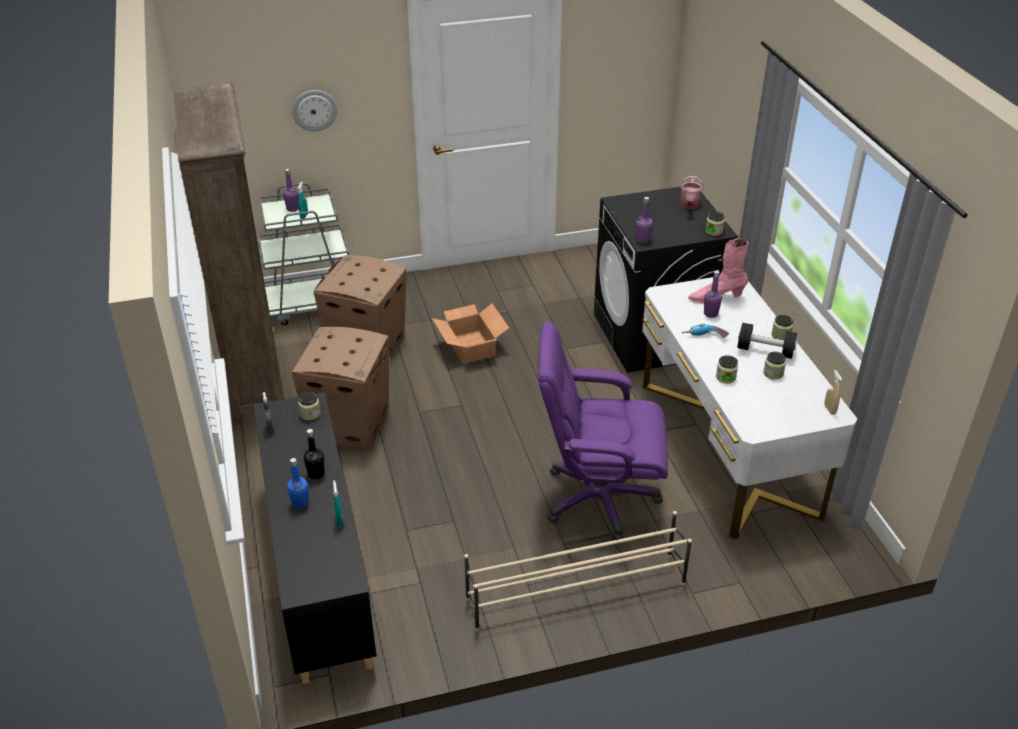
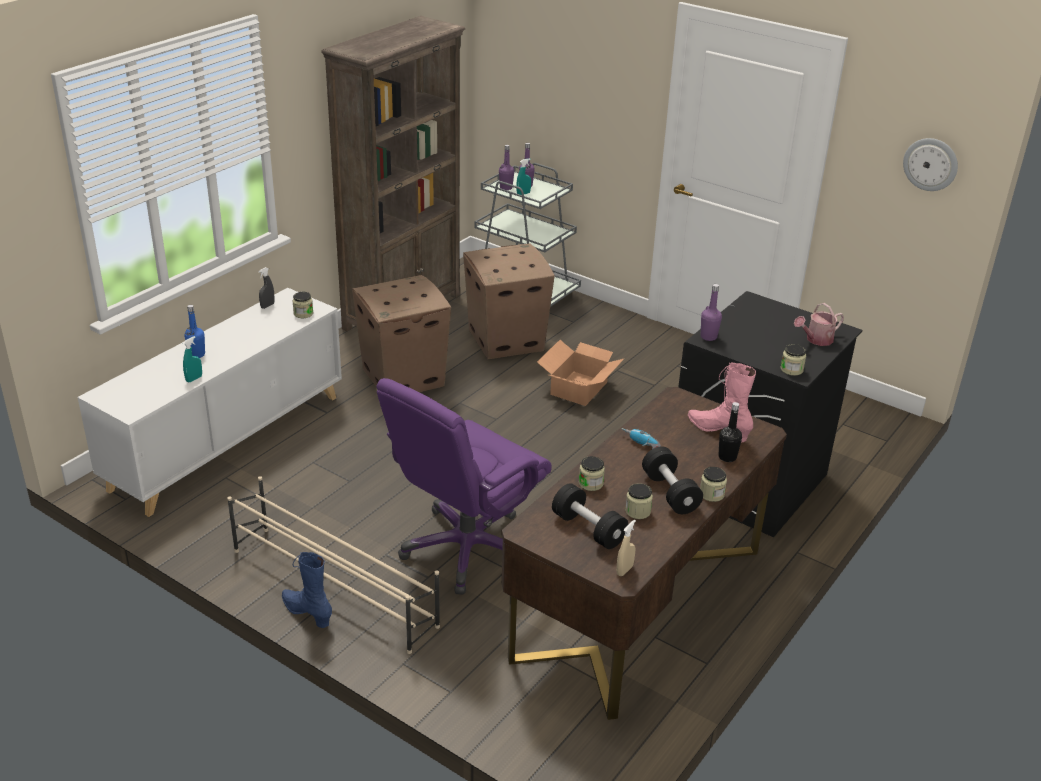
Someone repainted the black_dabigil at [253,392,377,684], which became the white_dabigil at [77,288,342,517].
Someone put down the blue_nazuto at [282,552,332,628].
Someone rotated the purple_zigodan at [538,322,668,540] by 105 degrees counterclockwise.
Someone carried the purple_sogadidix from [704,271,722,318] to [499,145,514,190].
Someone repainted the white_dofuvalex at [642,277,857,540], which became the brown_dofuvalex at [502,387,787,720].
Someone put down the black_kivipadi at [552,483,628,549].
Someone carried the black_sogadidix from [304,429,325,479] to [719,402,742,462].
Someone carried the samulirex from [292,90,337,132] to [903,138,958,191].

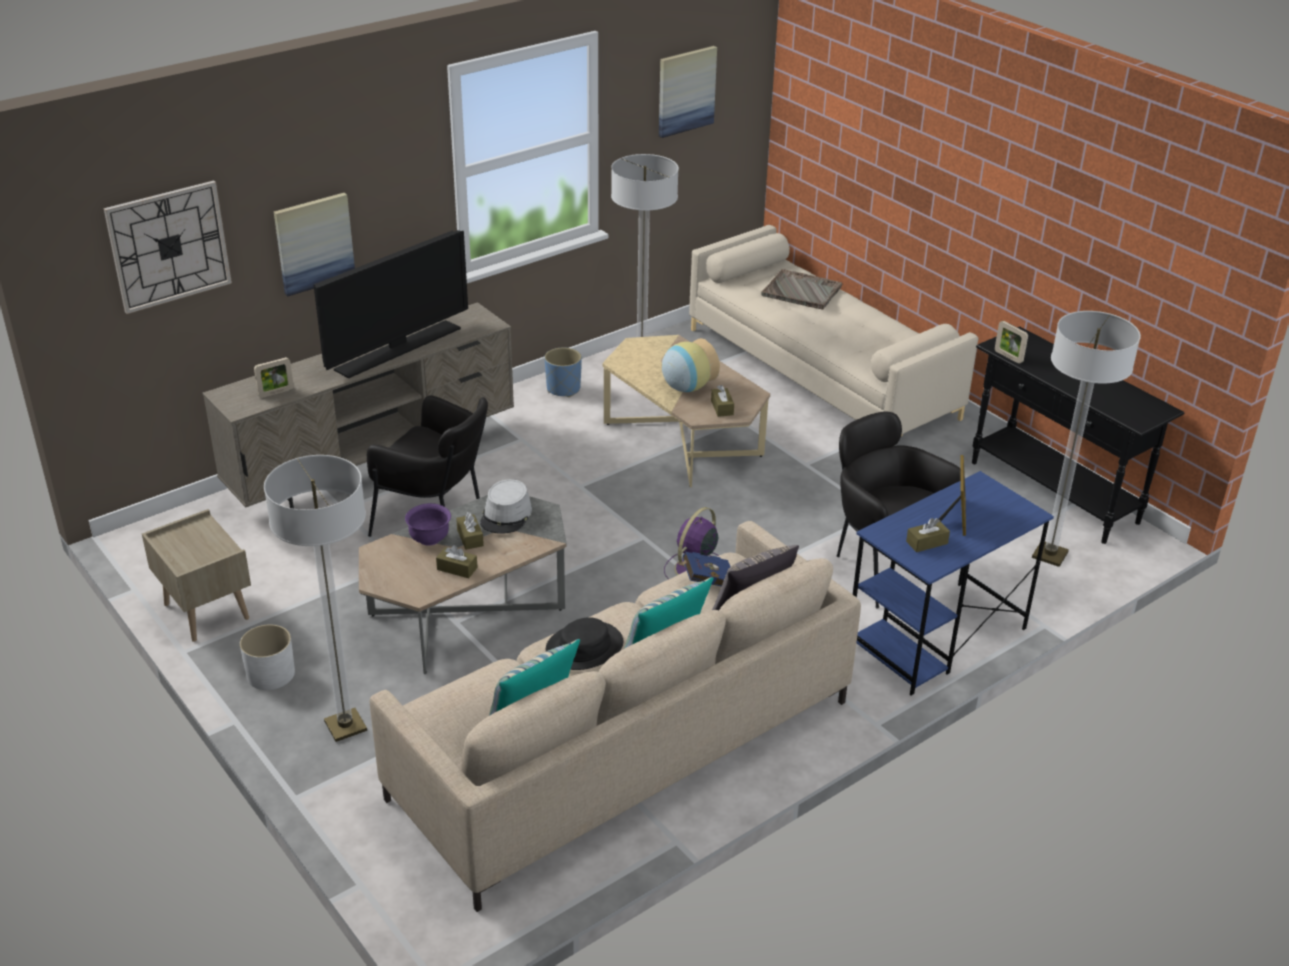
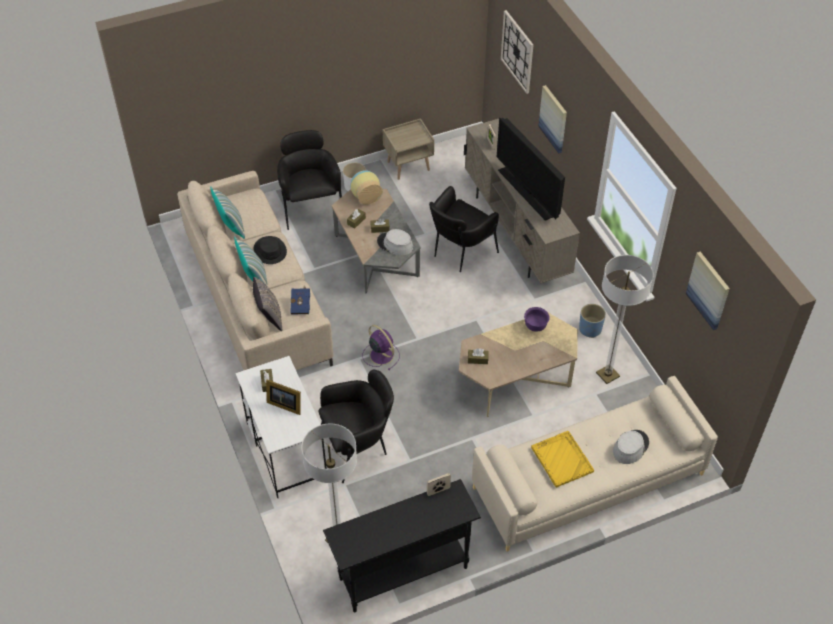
Someone repainted the blue_dofuvalex at [853,471,1054,696], which became the white_dofuvalex at [236,356,327,499].
Someone swapped the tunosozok at [264,455,367,742] for the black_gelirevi at [277,130,342,230].
Someone carried the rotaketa from [662,338,720,392] to [351,170,383,205].
Someone carried the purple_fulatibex from [405,503,451,546] to [524,307,550,332].
Someone put down the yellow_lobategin at [531,431,594,487].
Someone swapped the grey_lobategin at [761,269,842,310] for the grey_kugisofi at [613,430,649,464].

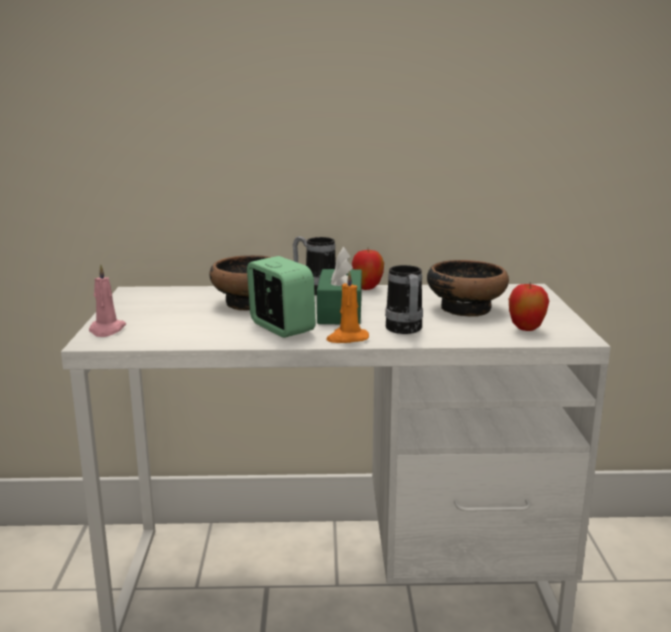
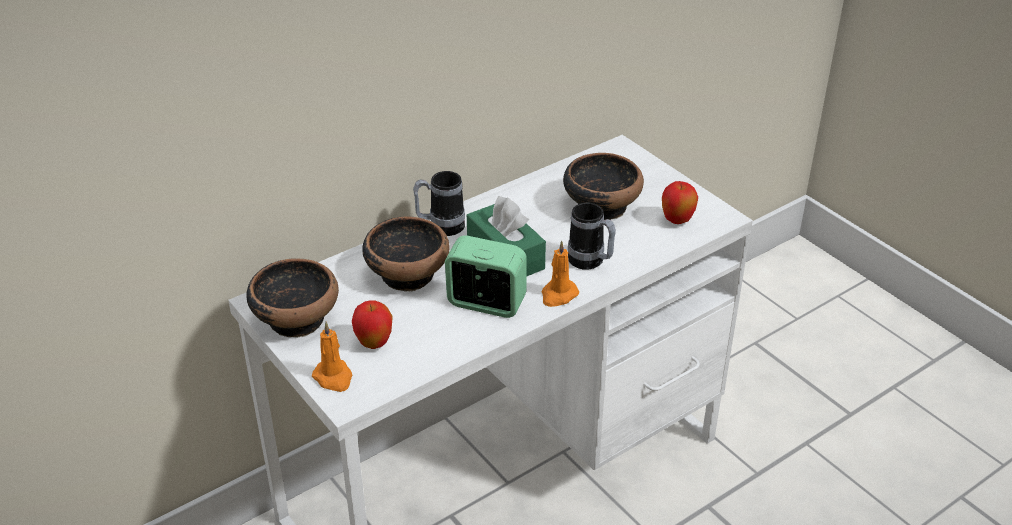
Someone put down the fulatibex at [246,258,339,338].
Someone repainted the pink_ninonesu at [89,264,126,337], which became the orange_ninonesu at [312,322,352,392].
Someone carried the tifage from [352,250,384,290] to [352,300,393,349].

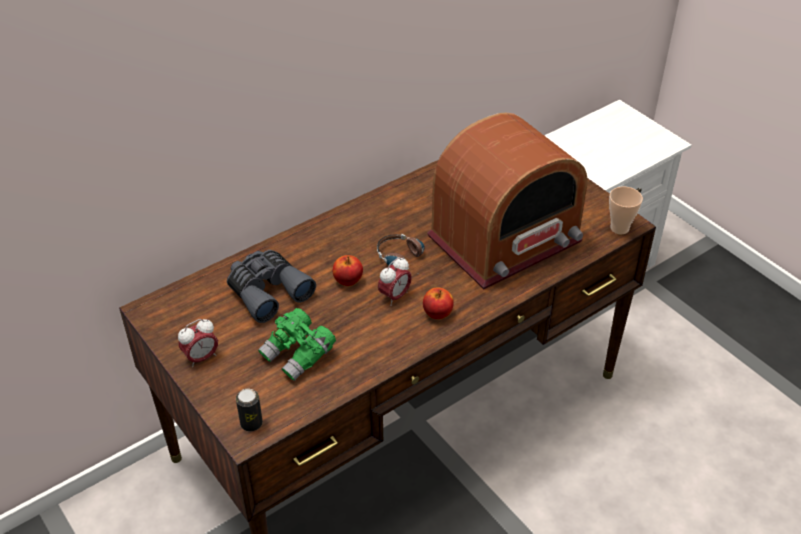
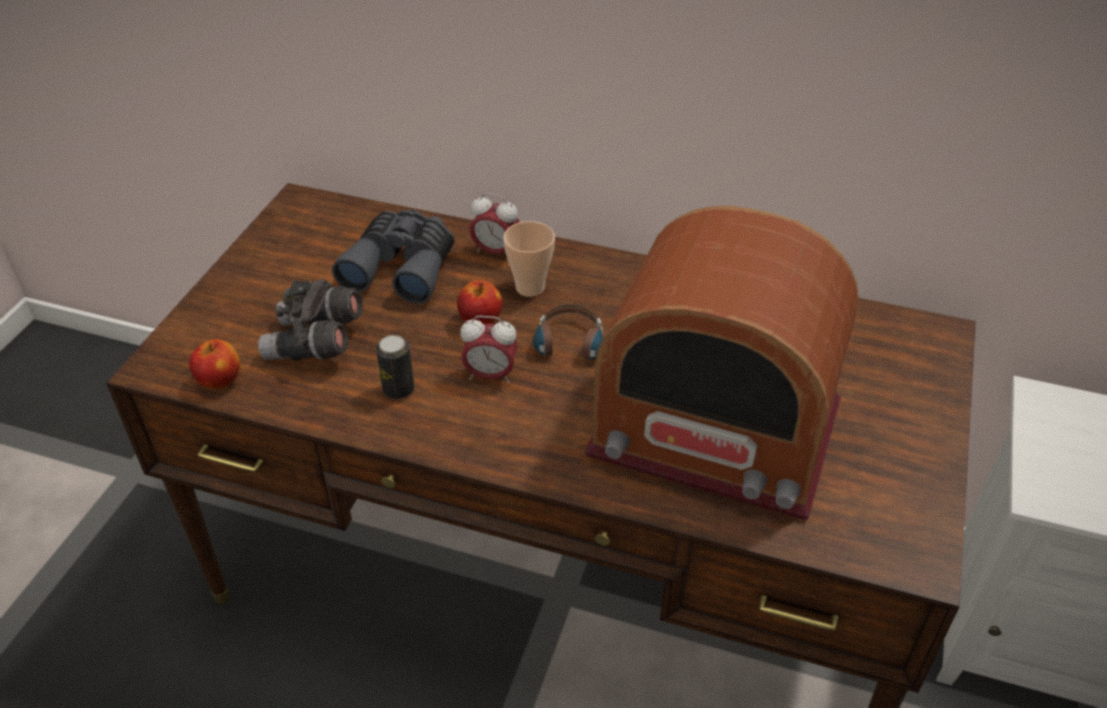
Someone carried the tifage from [423,287,454,319] to [189,339,240,389].
Someone repainted the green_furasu at [258,308,336,381], which became the grey_furasu at [258,279,363,360].
Someone carried the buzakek from [236,389,263,431] to [376,335,414,399].
Someone carried the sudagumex from [178,319,218,368] to [469,193,520,254].
Someone carried the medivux from [609,186,643,234] to [503,221,555,297].

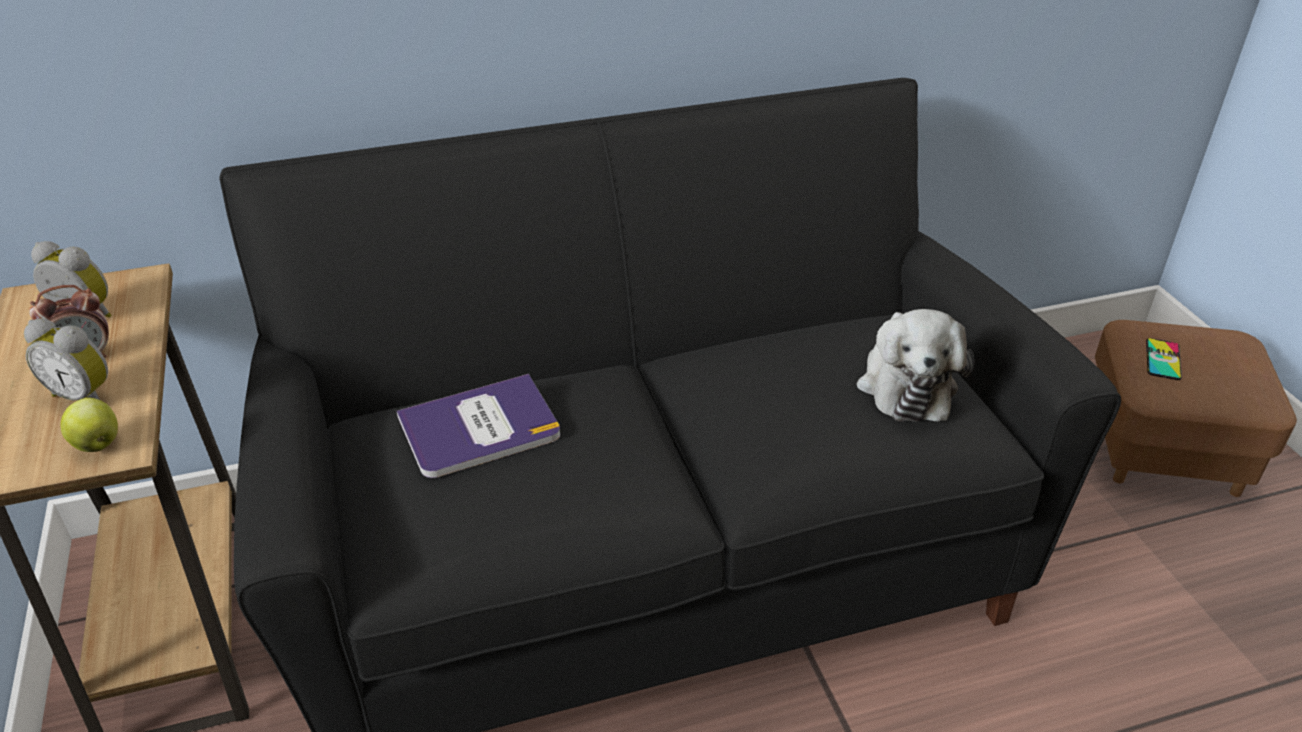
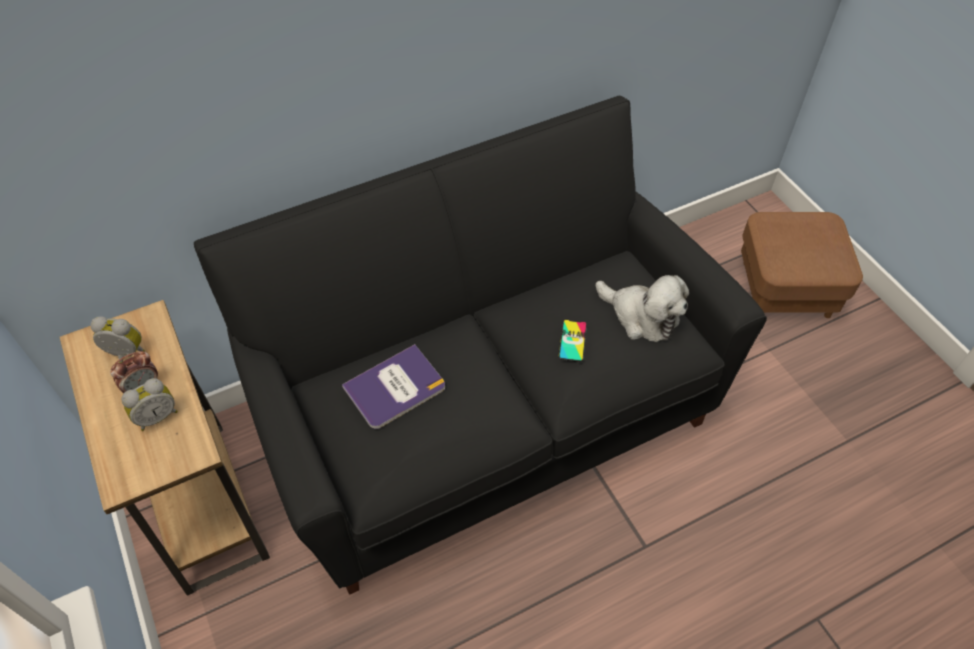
Someone rotated the sudagumex at [24,318,108,400] by 45 degrees counterclockwise.
Someone carried the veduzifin from [1146,338,1182,380] to [558,319,587,362].
Someone rotated the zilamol at [857,309,974,422] by 45 degrees counterclockwise.
Someone took away the tifage at [61,398,118,452].

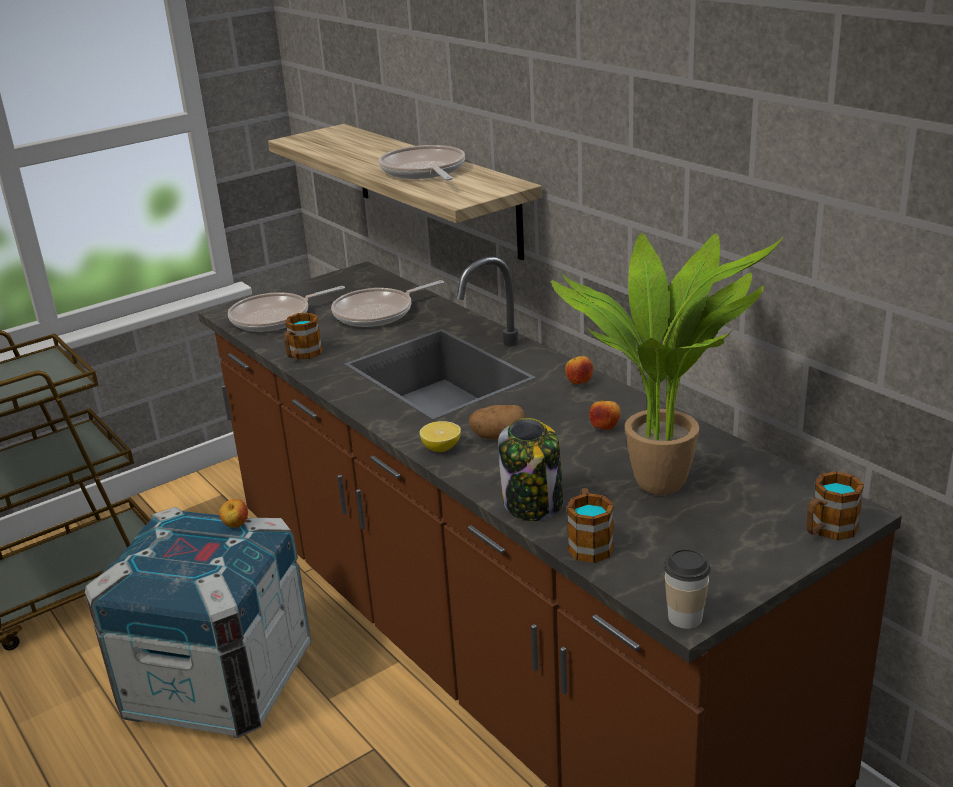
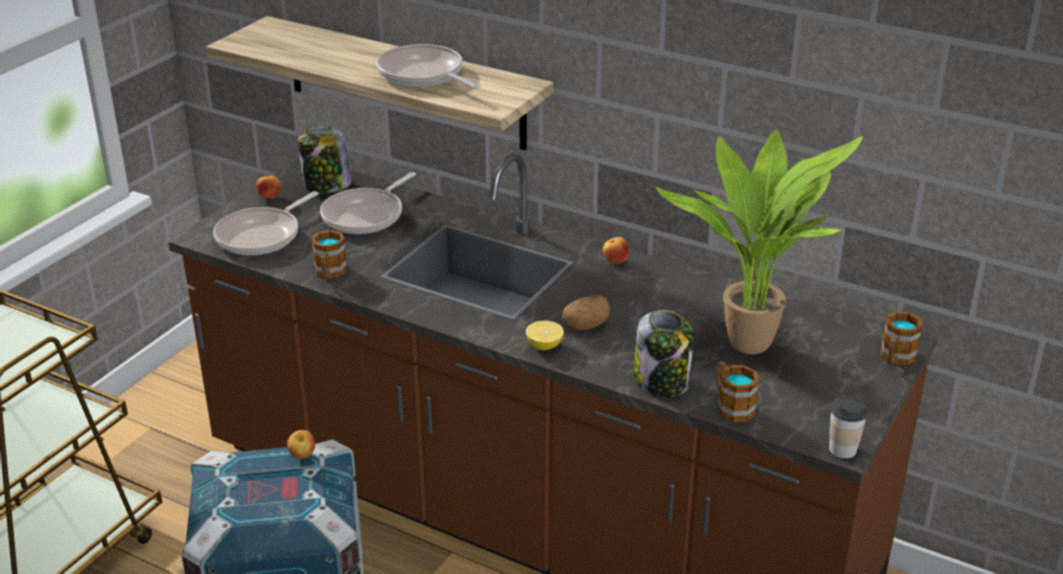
Someone carried the tifage from [589,400,621,430] to [256,175,281,199].
Someone put down the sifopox at [298,124,351,193].

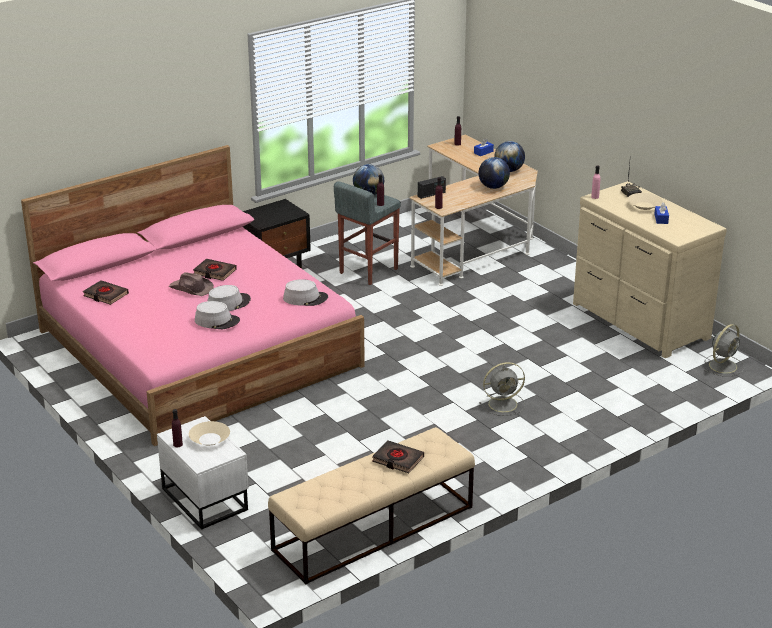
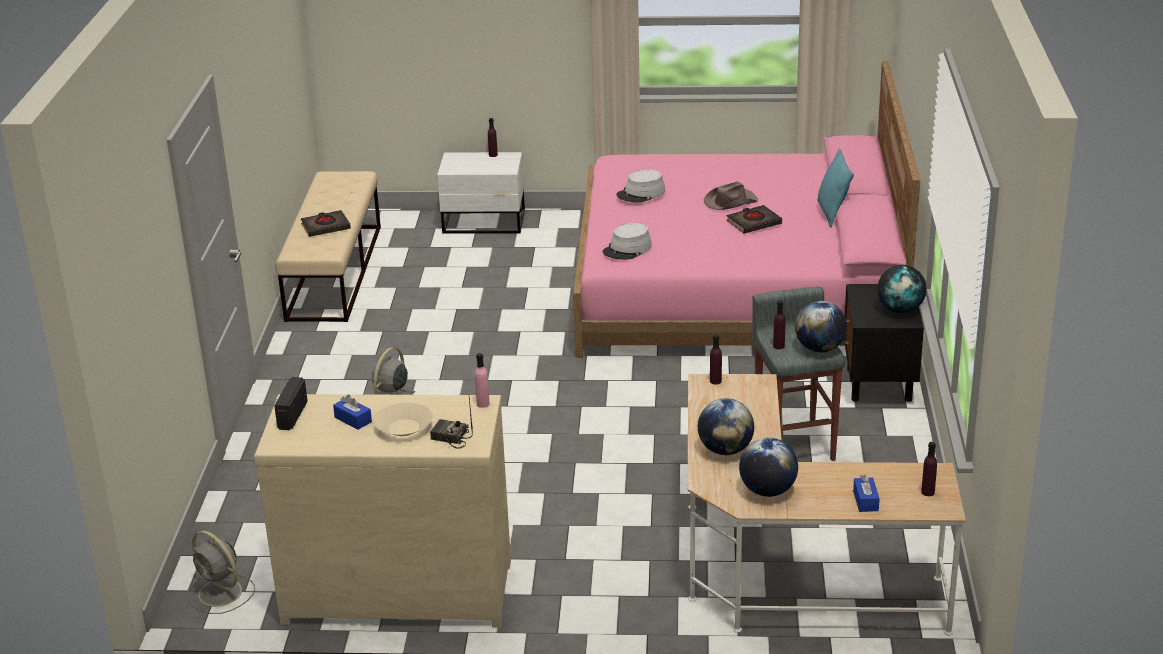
Someone rotated the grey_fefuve at [704,324,744,377] by 45 degrees counterclockwise.
Someone carried the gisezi from [418,176,446,199] to [274,377,308,430].
Someone put down the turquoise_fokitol at [817,148,854,227].
Someone put down the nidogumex at [878,265,926,313].
Someone took away the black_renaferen at [83,280,129,305].
Someone took away the beige_fulatibex at [189,421,230,445].
Someone took away the grey_kugisofi at [208,285,251,311].

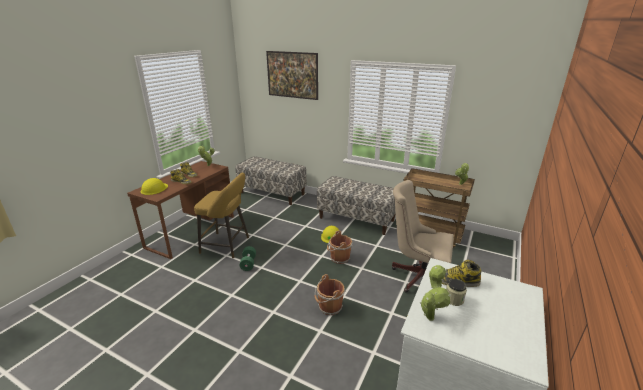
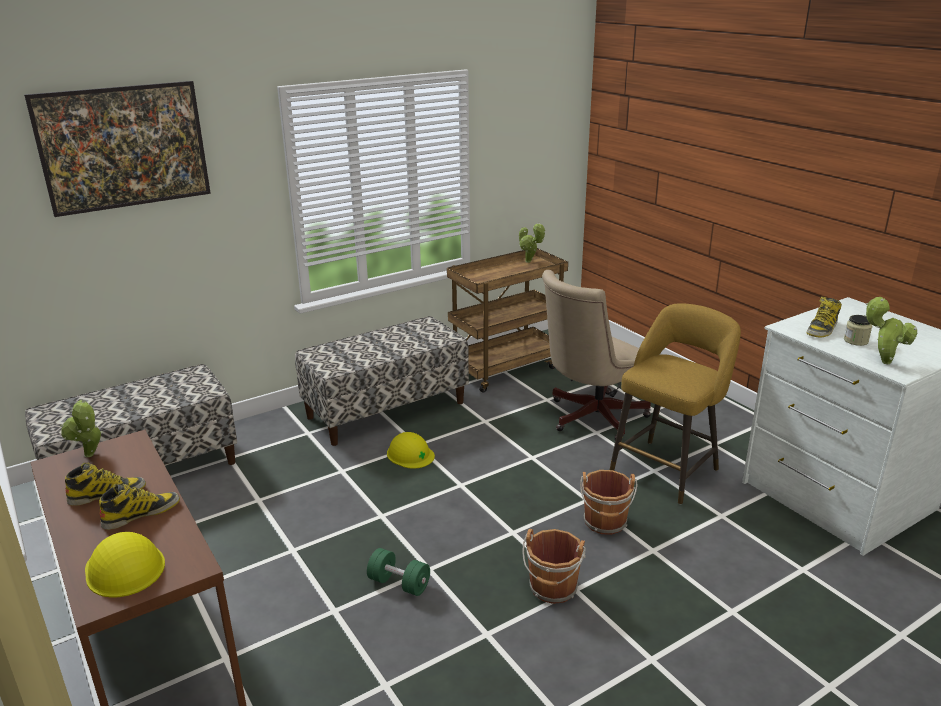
Someone carried the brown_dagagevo from [327,230,353,264] to [522,529,586,604].
Someone carried the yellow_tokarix from [194,172,249,258] to [610,303,741,505].

